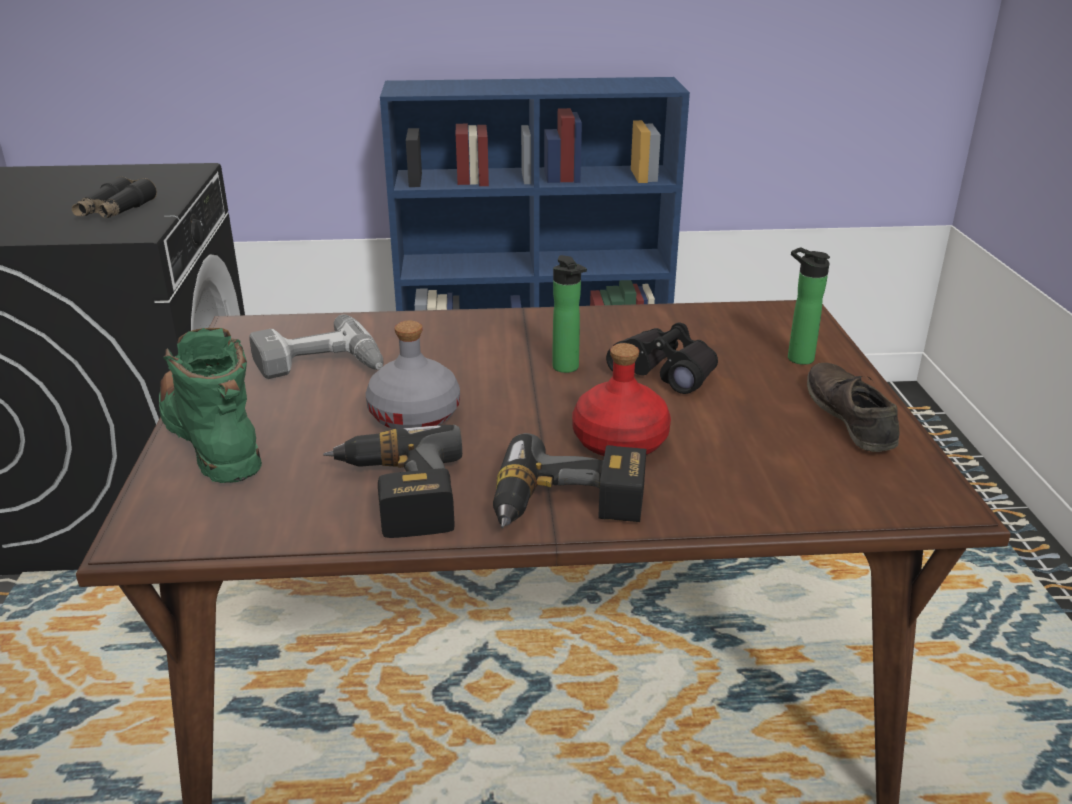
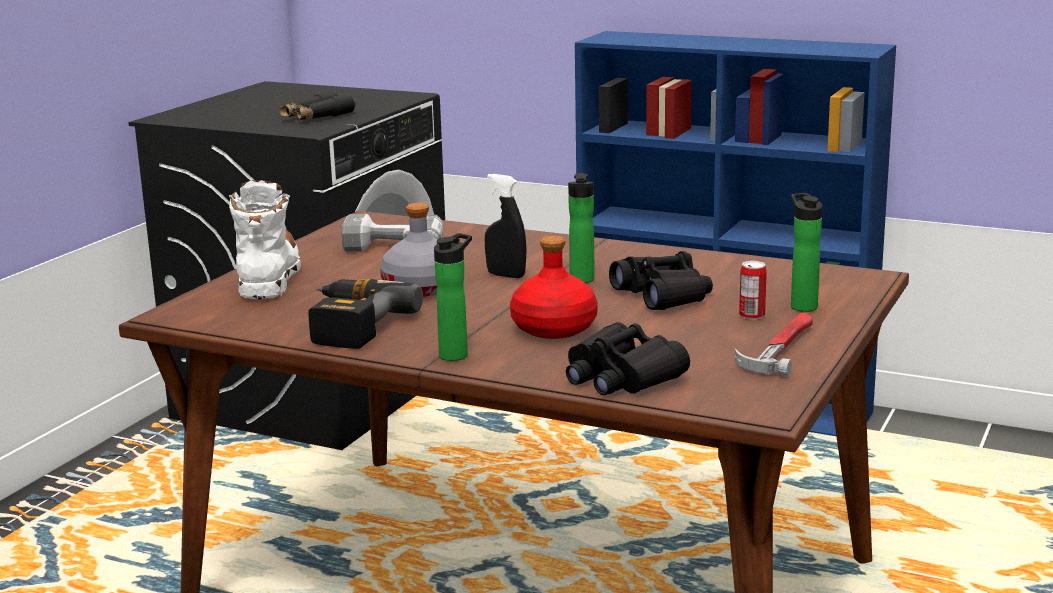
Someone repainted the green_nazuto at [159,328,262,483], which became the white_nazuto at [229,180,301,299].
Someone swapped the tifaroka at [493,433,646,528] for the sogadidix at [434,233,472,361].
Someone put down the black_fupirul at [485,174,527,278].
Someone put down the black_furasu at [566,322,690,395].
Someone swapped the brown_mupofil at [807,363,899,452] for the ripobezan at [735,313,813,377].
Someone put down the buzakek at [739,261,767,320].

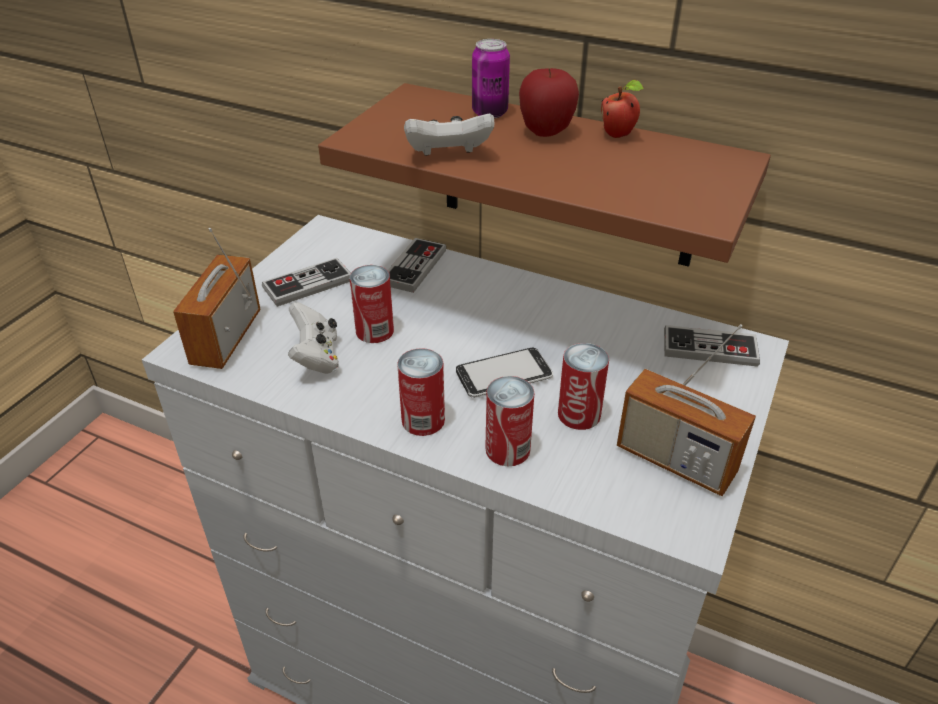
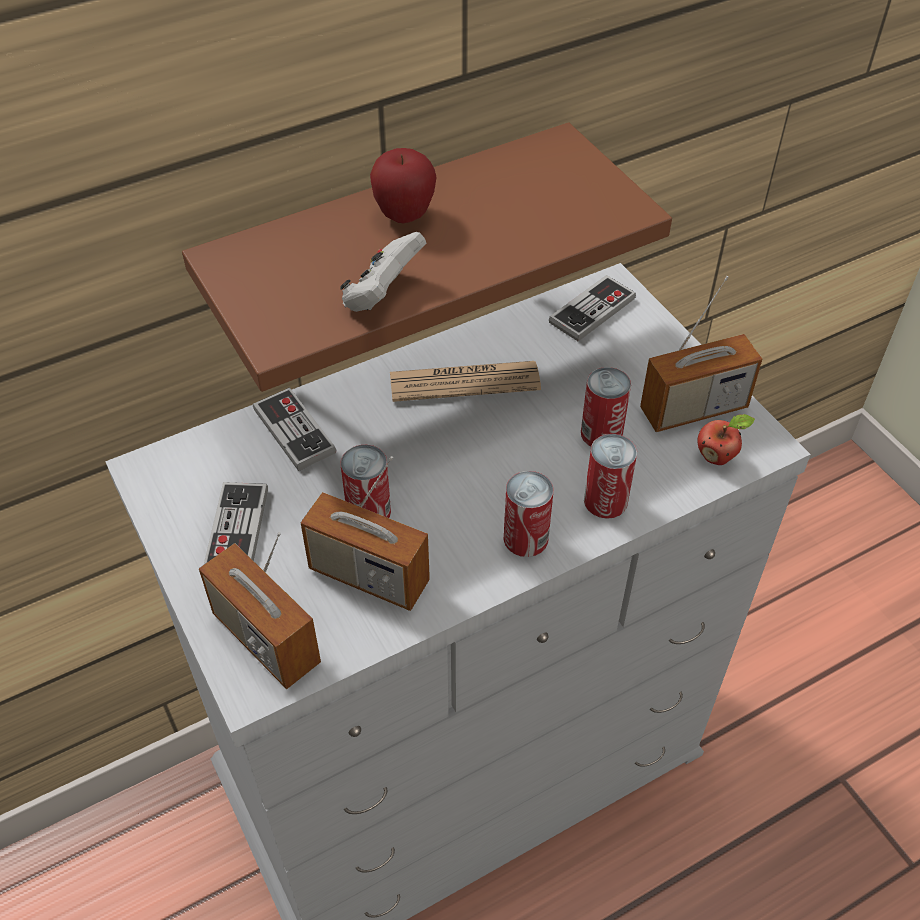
Someone swapped the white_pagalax at [288,302,339,374] for the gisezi at [301,456,430,611].
Someone put down the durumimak at [390,361,541,402].
Someone carried the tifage from [601,80,644,138] to [698,414,755,465].
Someone took away the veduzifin at [456,348,553,398].
Someone took away the buzakek at [472,39,510,118].

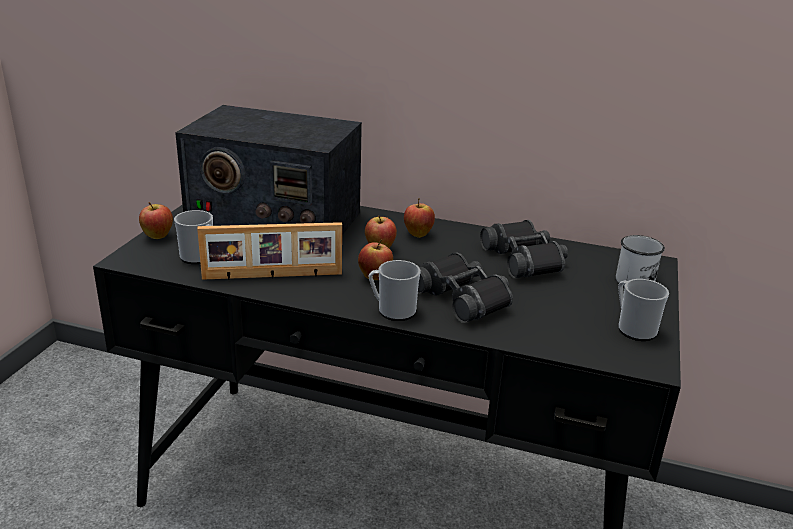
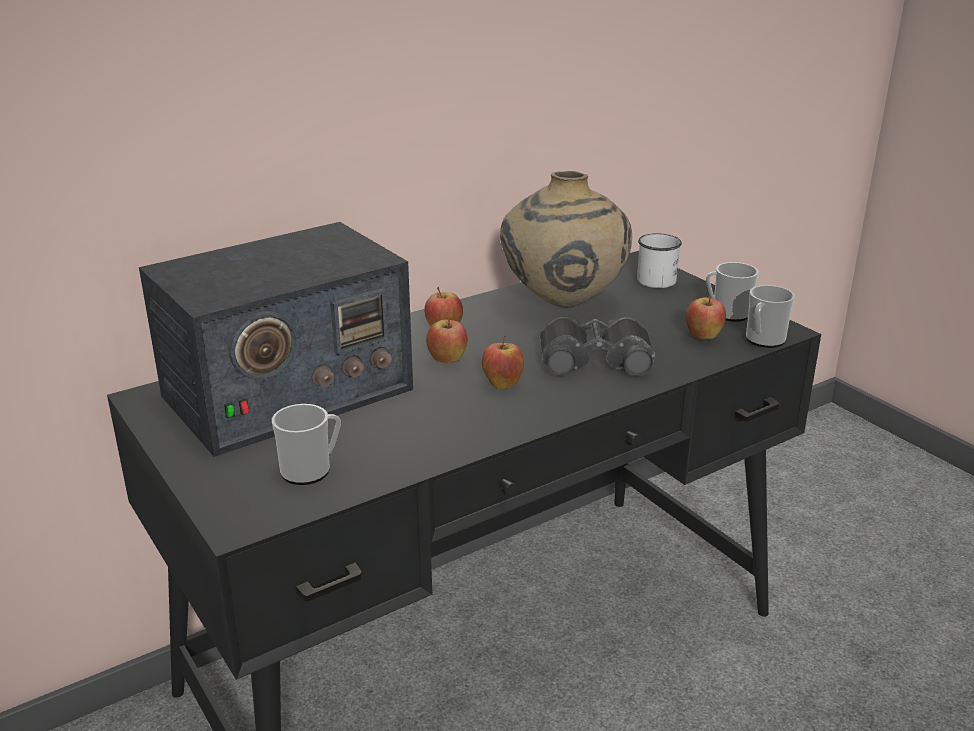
Someone swapped the black_furasu at [480,220,568,278] for the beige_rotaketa at [500,171,632,308].
Someone carried the tifage from [139,202,173,239] to [686,296,726,339].
Someone carried the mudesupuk from [369,260,421,321] to [746,285,795,348].
Someone took away the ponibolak at [197,222,342,280].

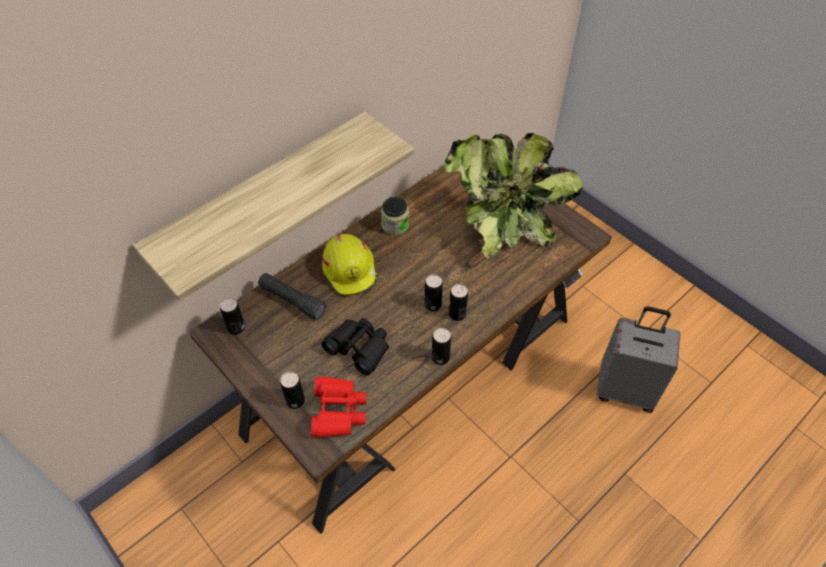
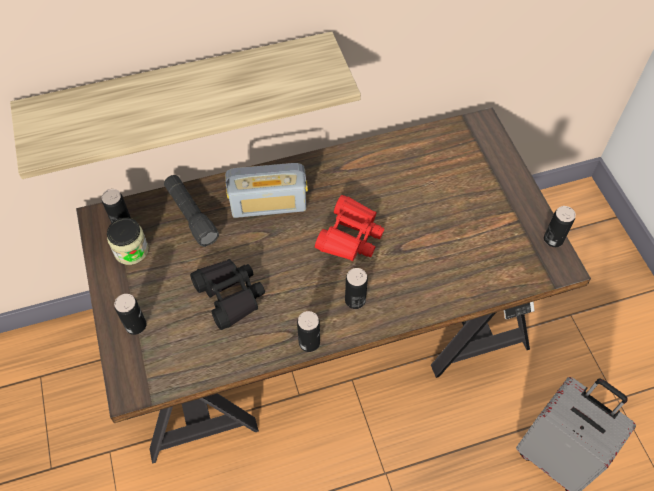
Someone carried the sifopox from [381,197,409,235] to [107,218,149,265].
Someone swapped the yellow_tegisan at [322,234,378,296] for the gisezi at [225,163,308,218].
Someone carried the red_furasu from [311,376,366,438] to [315,195,384,261].
Someone carried the buzakek from [425,274,443,311] to [544,206,576,247].
Someone took away the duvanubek at [444,133,583,258].

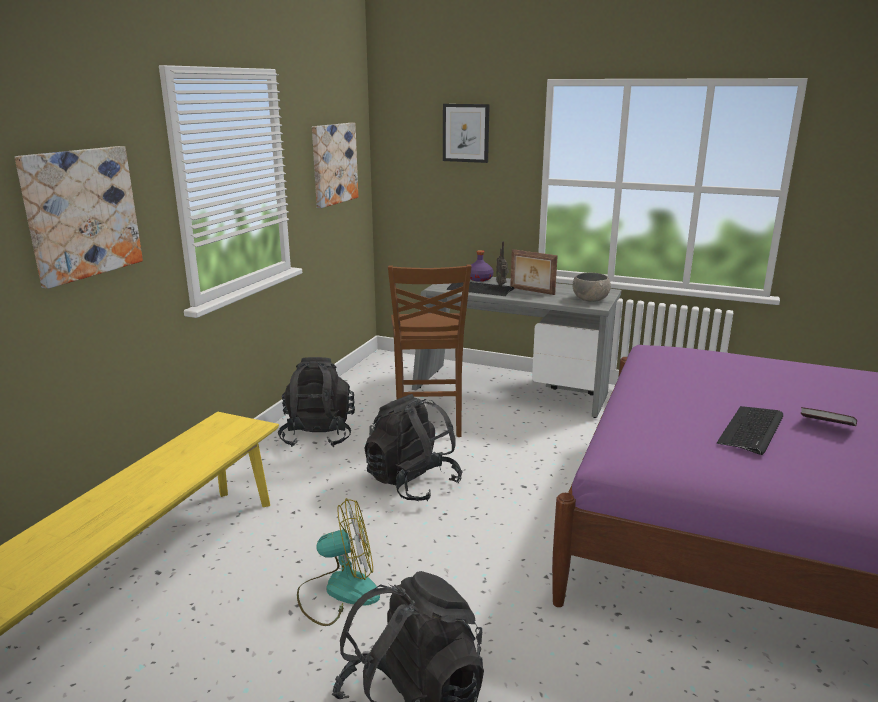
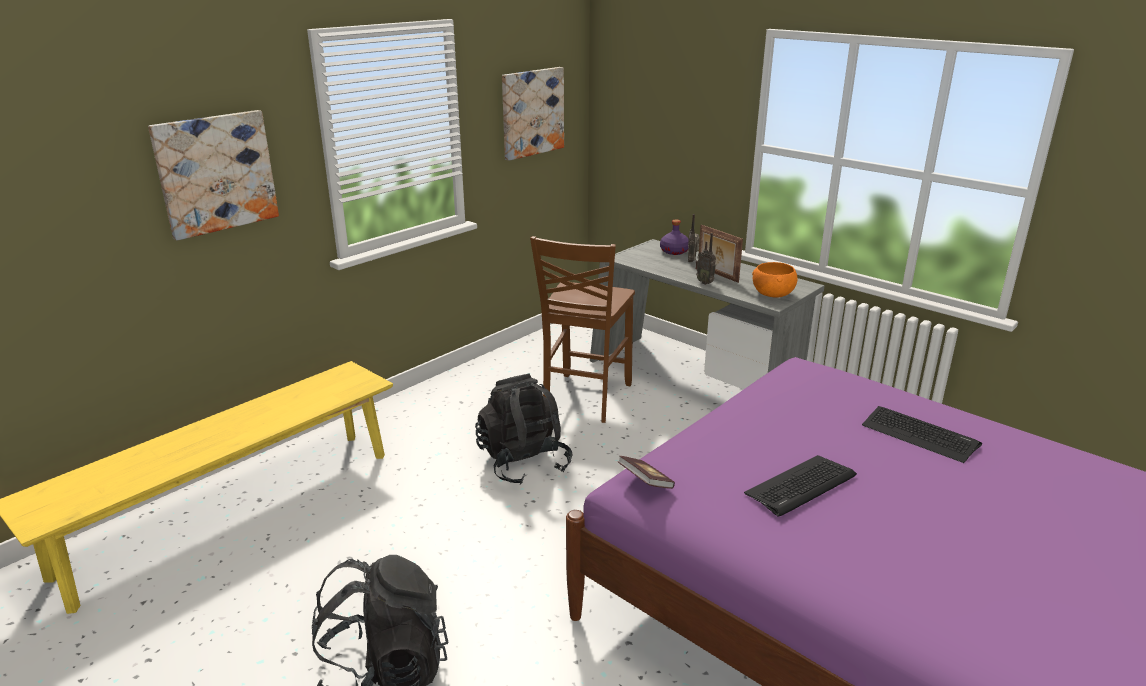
Someone carried the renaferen from [801,407,857,426] to [618,456,675,489].
Someone put down the gisezi at [695,233,716,285].
Someone repainted the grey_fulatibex at [572,273,611,302], which became the orange_fulatibex at [752,262,798,298].
Someone carried the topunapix from [447,282,514,296] to [862,406,982,463].
Someone took away the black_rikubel at [278,357,355,447].
Someone took away the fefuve at [297,498,380,626].
Someone took away the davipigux at [443,104,490,163].

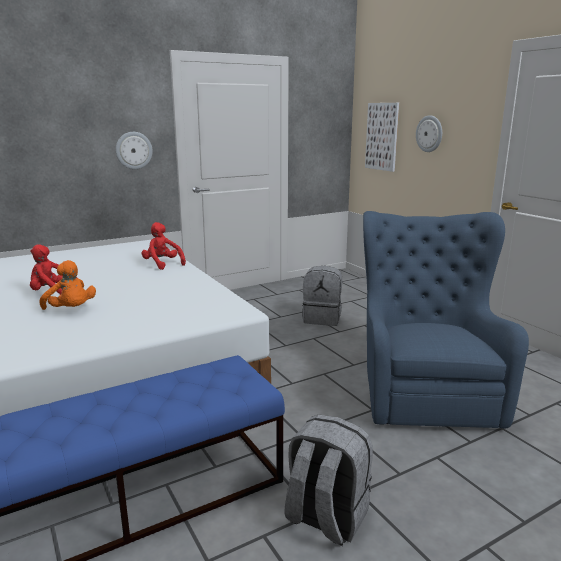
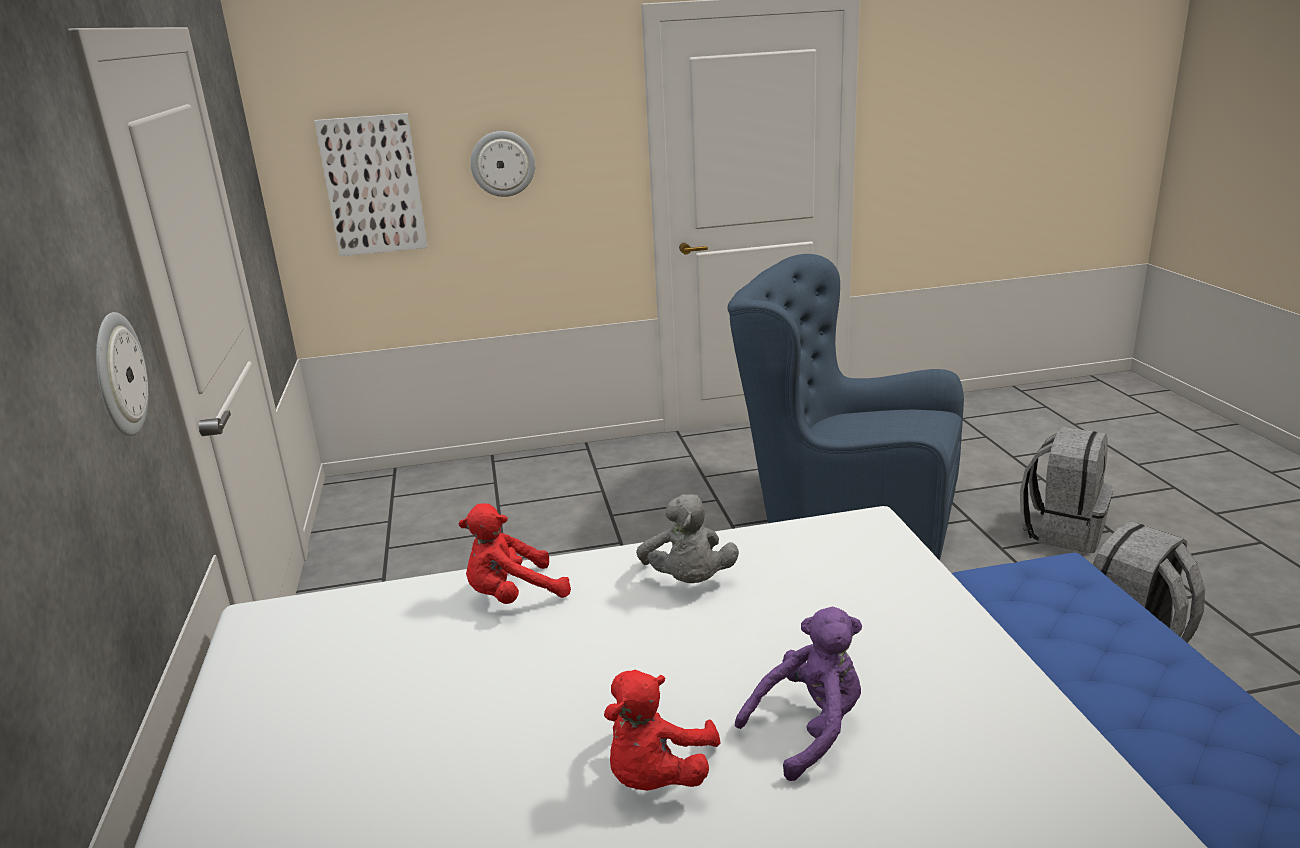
Someone put down the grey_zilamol at [636,494,739,583].
Someone repainted the orange_zilamol at [40,260,96,310], which became the purple_zilamol at [735,607,862,781].
Someone carried the grey_rikubel from [302,266,342,326] to [1020,427,1113,553].

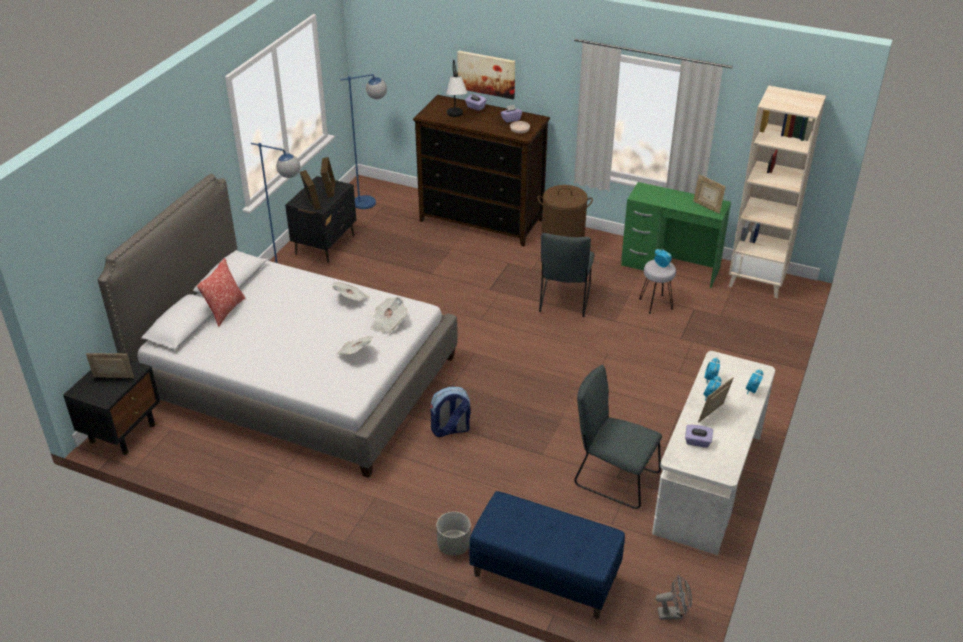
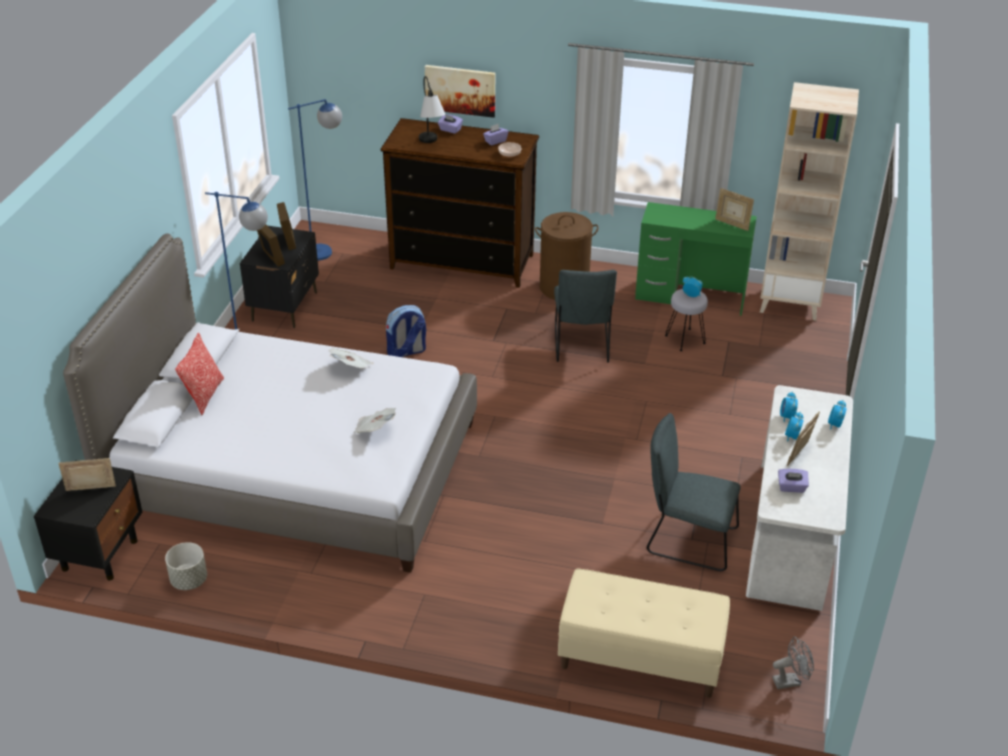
Someone carried the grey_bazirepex from [437,512,471,556] to [165,542,207,590].
Someone carried the rikubel from [430,387,471,437] to [386,305,426,357].
Someone repainted the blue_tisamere at [469,491,625,619], which became the beige_tisamere at [558,569,730,698].
Someone took away the durumimak at [370,297,407,333].

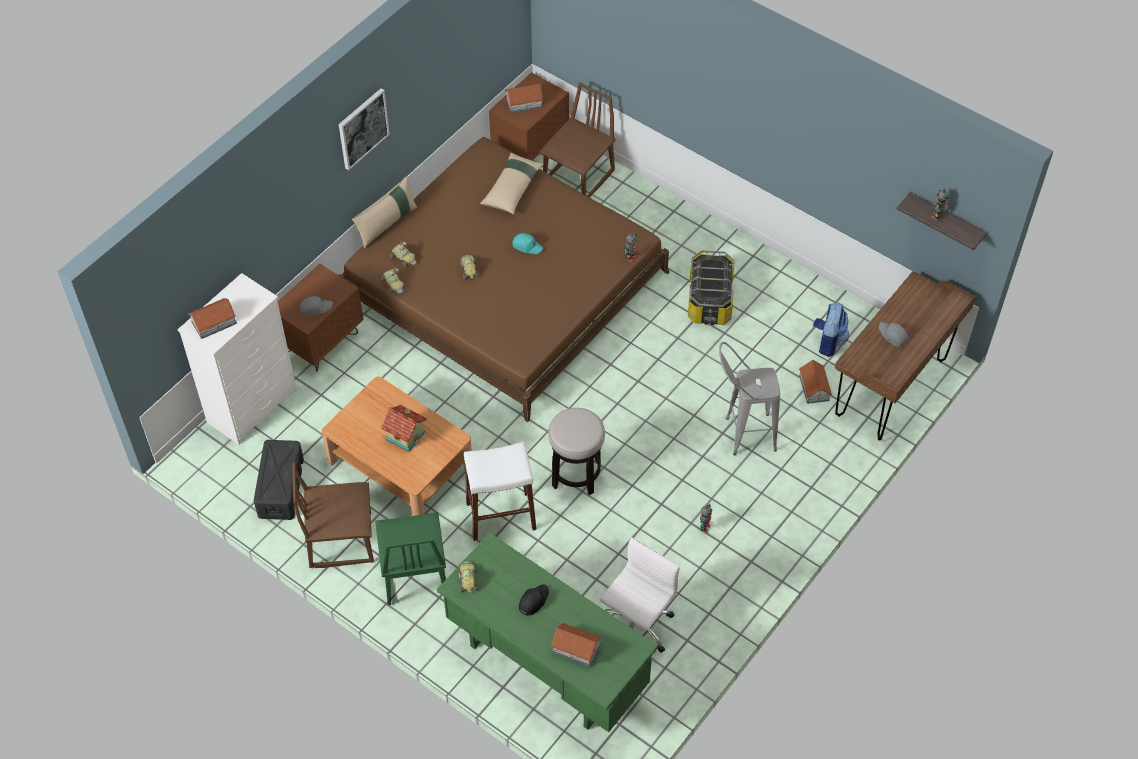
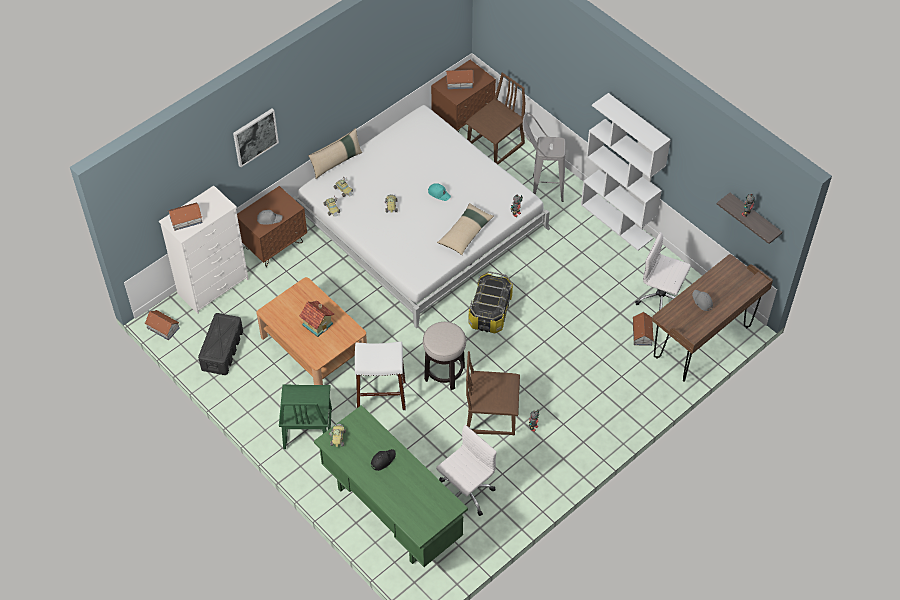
Someone carried the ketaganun from [550,622,602,667] to [145,310,179,340].
Someone carried the davipigux from [339,88,390,170] to [233,109,279,167].
Someone repainted the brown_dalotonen at [338,137,670,422], which became the white_dalotonen at [292,105,550,328].
Someone carried the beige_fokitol from [480,153,544,215] to [437,203,494,255].
Someone carried the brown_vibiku from [292,463,374,568] to [466,351,520,435].
Someone carried the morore from [688,250,734,325] to [468,271,513,333].
Someone carried the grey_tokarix from [719,342,780,456] to [523,112,566,202].
Someone put down the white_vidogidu at [581,93,671,250].
Someone swapped the rikubel at [813,302,849,357] for the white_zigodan at [635,232,691,310].

